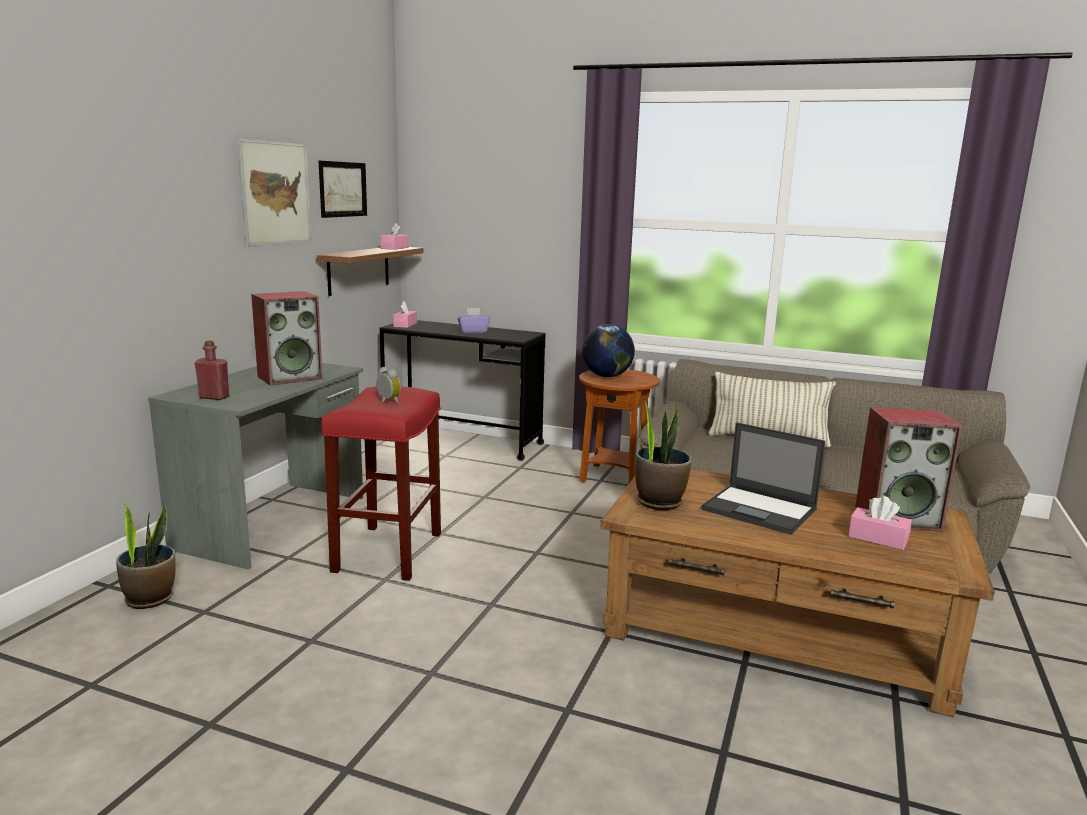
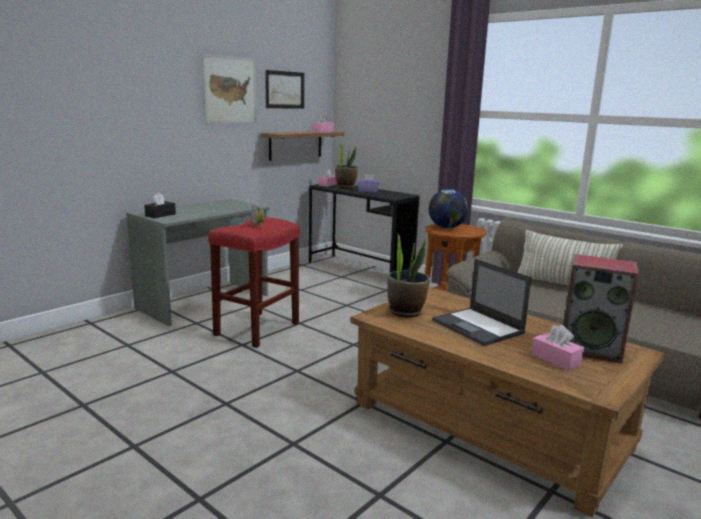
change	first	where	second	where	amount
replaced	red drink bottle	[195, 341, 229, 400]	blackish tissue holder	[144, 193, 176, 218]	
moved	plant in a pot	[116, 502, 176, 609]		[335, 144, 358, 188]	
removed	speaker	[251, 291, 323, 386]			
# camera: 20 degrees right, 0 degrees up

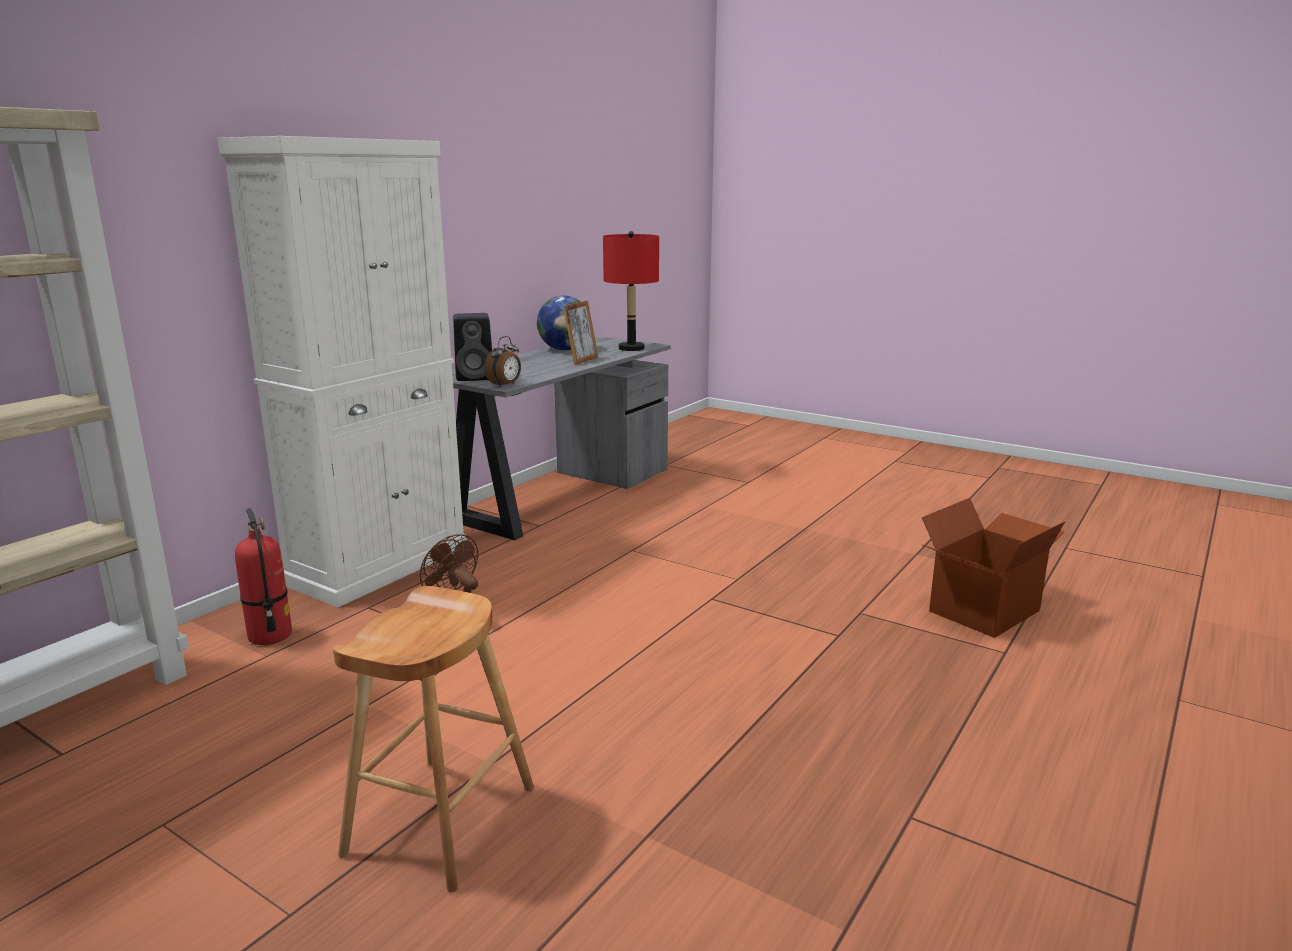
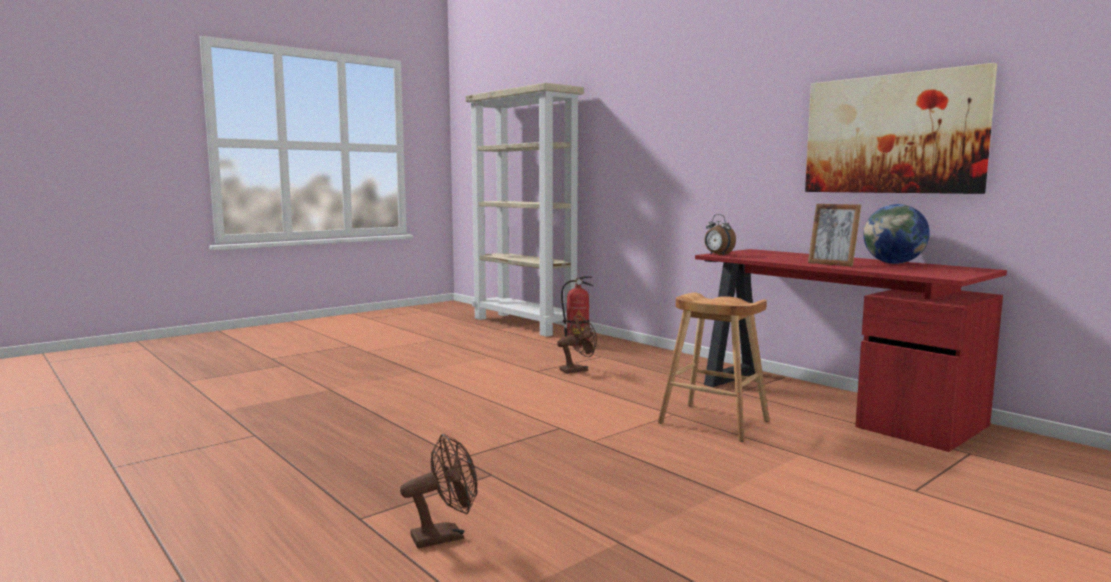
change	first	where	second	where	amount
replaced	packing box	[921, 498, 1065, 638]	brown cooling fan	[400, 434, 477, 548]	
moved	brown stool	[333, 586, 534, 892]		[658, 293, 770, 442]	
recoloured	greyish desk table	[452, 336, 671, 540]	red desk table	[695, 249, 1007, 452]	
added			wall picture	[805, 63, 997, 194]	
removed	white cupboard	[218, 136, 467, 607]			
removed	blackish speaker	[453, 313, 492, 381]			
removed	red tabletop lamp	[603, 231, 659, 351]			
# camera: 105 degrees right, 10 degrees down

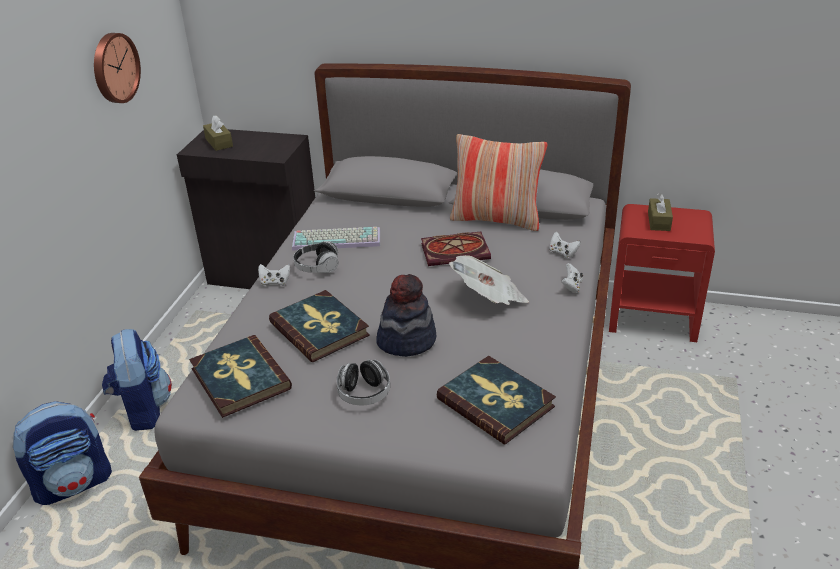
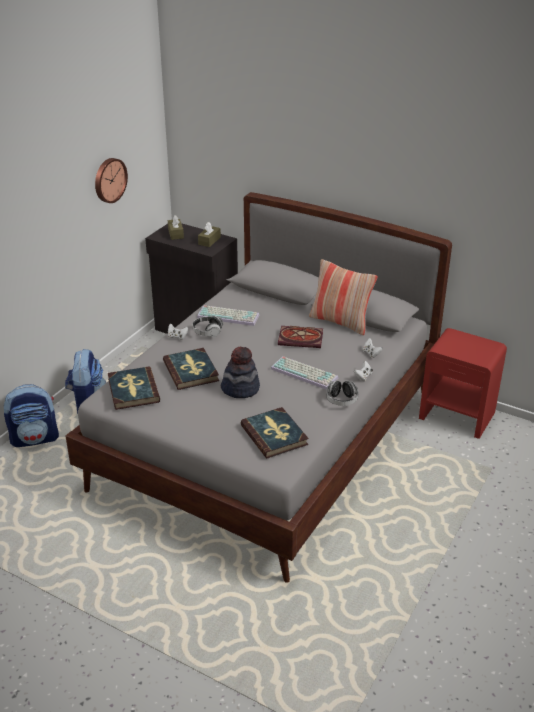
change	first	where	second	where	amount
moved	brown tissue holder	[648, 193, 673, 231]		[198, 222, 221, 247]	
replaced	daily paper	[449, 255, 529, 305]	PC keyboard	[271, 356, 338, 390]	
moved	headphones	[336, 360, 390, 405]		[326, 381, 358, 406]	
# camera: 15 degrees right, 0 degrees up

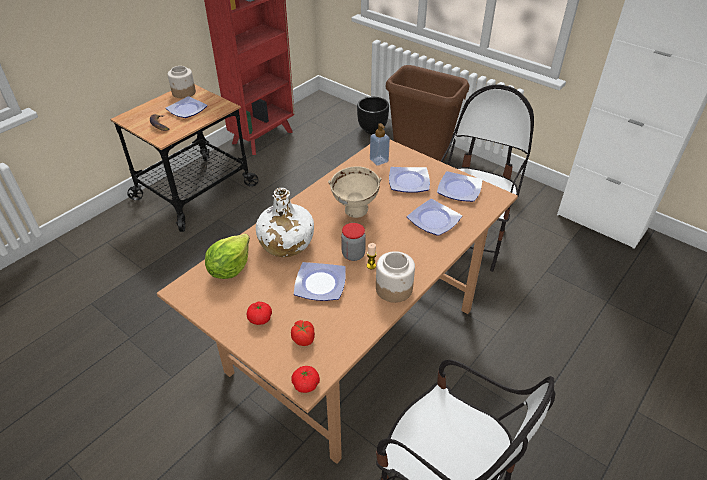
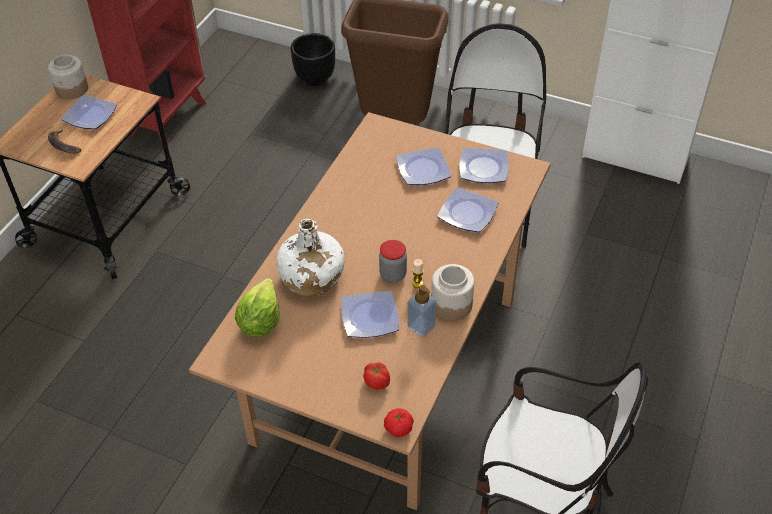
change	first	where	second	where	amount
moved	soap bottle	[370, 123, 390, 166]		[407, 285, 436, 337]	
removed	whole tomato	[246, 302, 272, 325]			
removed	beige deep dish	[328, 166, 382, 218]			
# camera: 15 degrees left, 5 degrees up

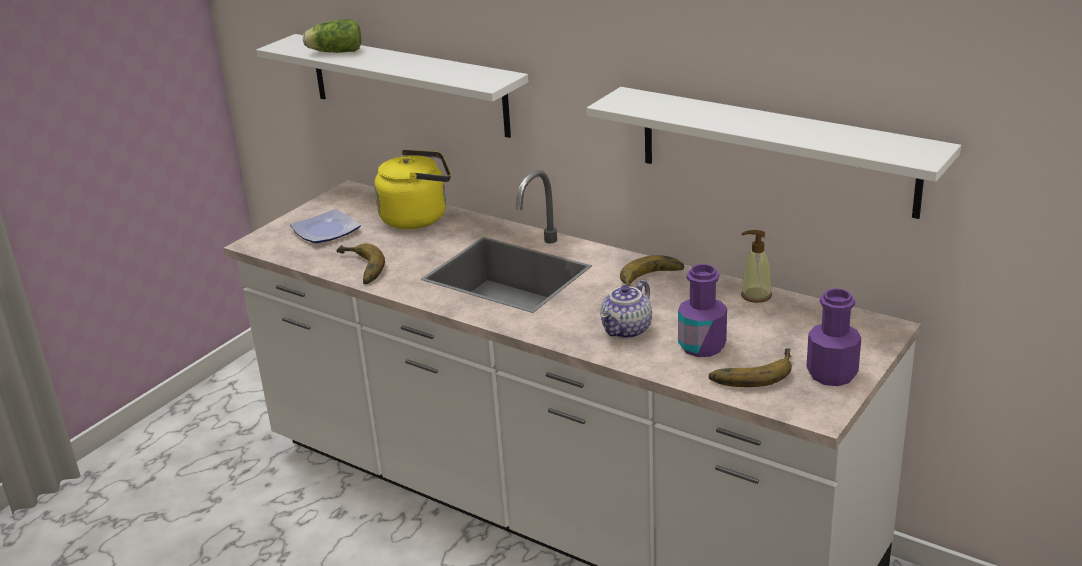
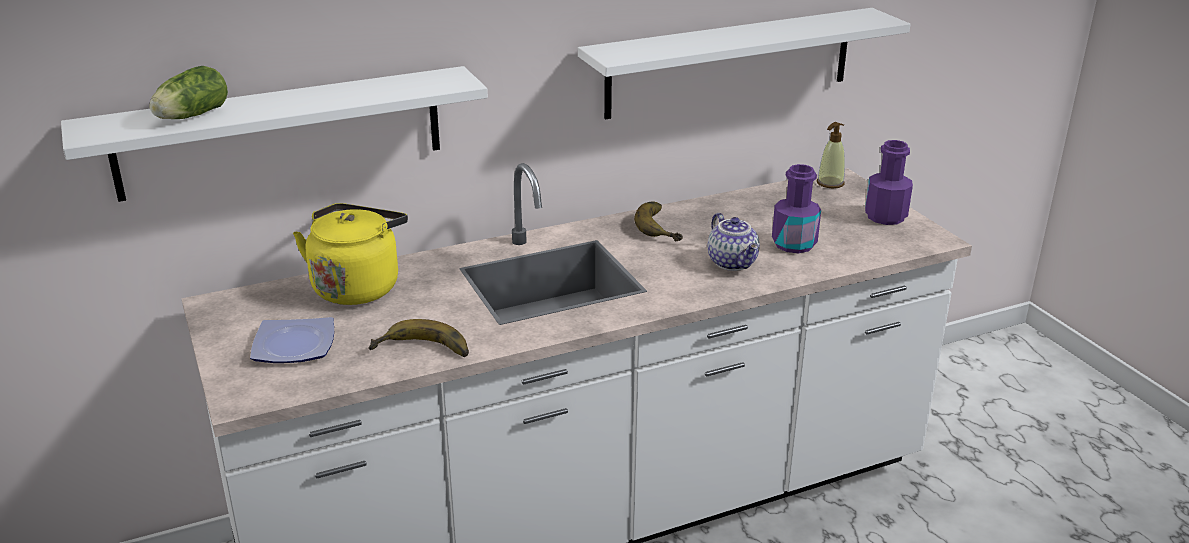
change	first	where	second	where	amount
moved	soap bottle	[741, 230, 772, 303]		[817, 122, 845, 188]	
removed	whole banana	[708, 348, 792, 387]			
# camera: 60 degrees left, 0 degrees up

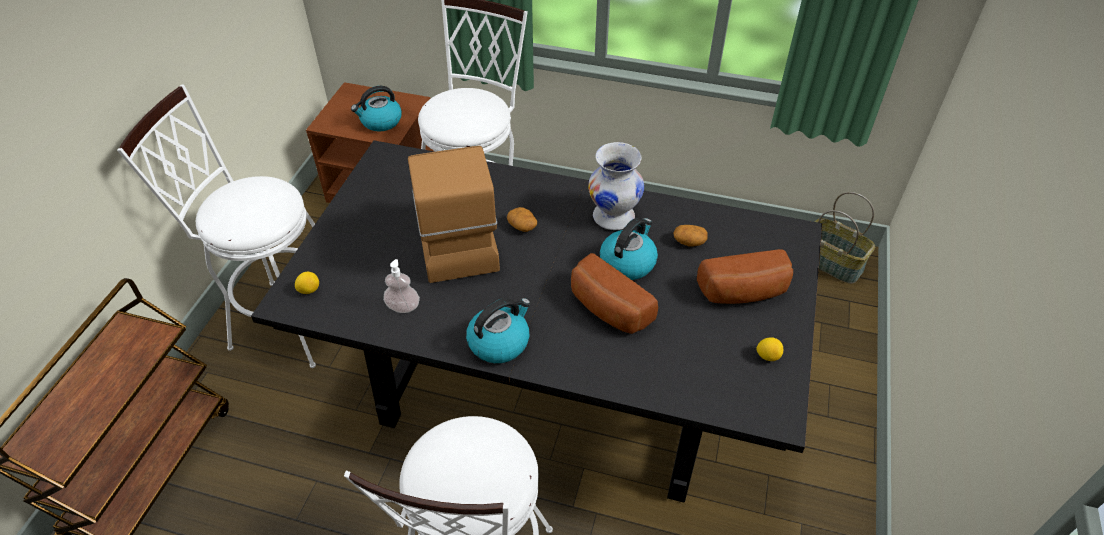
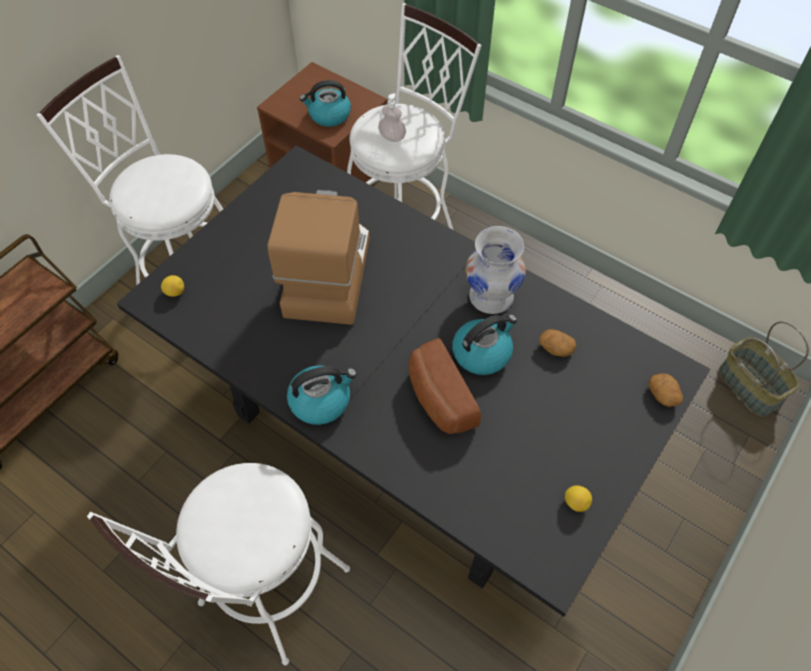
change	first	where	second	where	amount
moved	soap bottle	[383, 259, 420, 313]		[378, 93, 406, 142]	
moved	whole potato	[507, 207, 537, 232]		[649, 373, 683, 407]	
removed	bakery bread	[697, 249, 793, 304]			
# camera: 20 degrees right, 10 degrees up

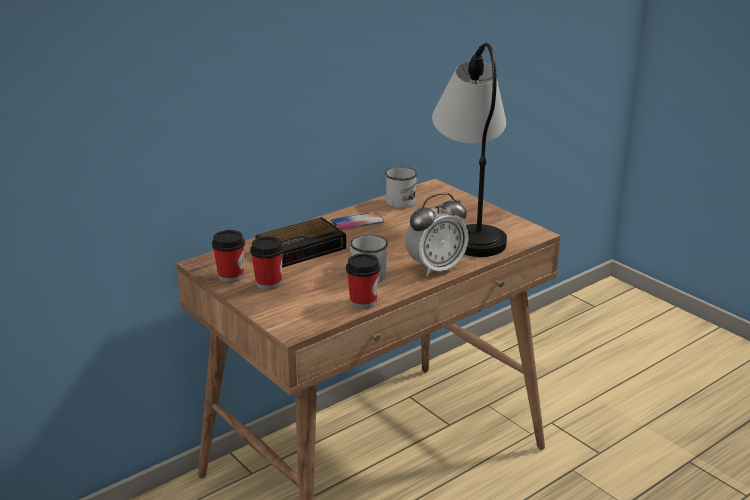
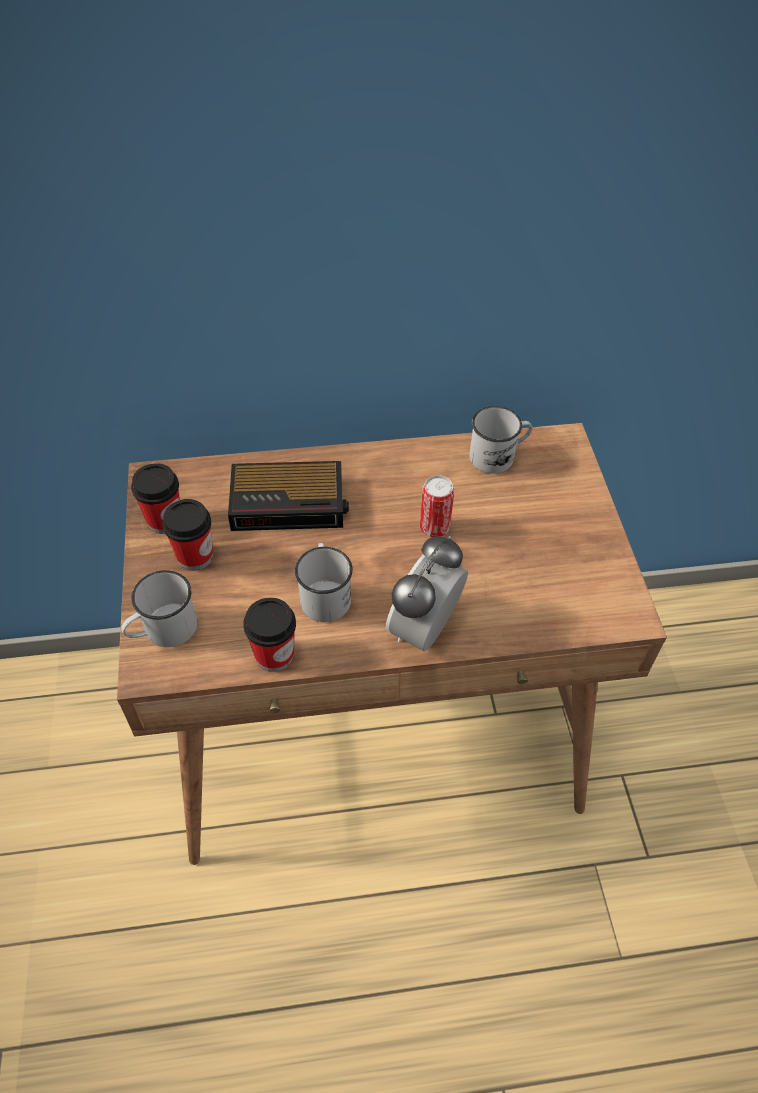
change	first	where	second	where	amount
added			white tea mug	[121, 570, 197, 647]	
turned	alarm clock	[405, 193, 468, 277]		[386, 535, 468, 651]	120 degrees clockwise
added			can	[420, 475, 455, 537]	
removed	phone	[331, 212, 384, 230]			
removed	tabletop lamp	[432, 43, 507, 257]			
# camera: 30 degrees right, 25 degrees up

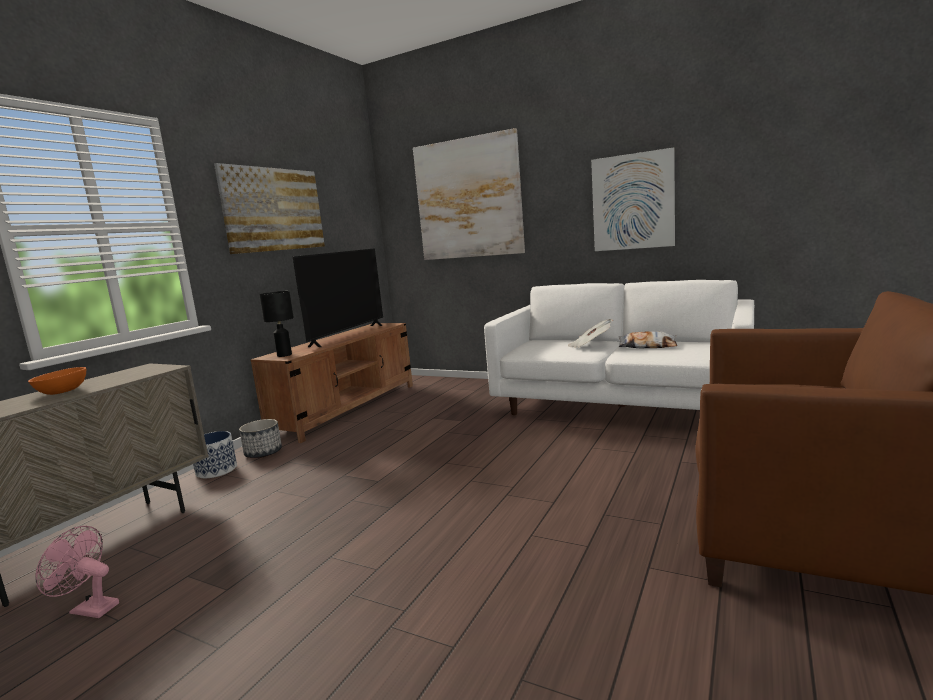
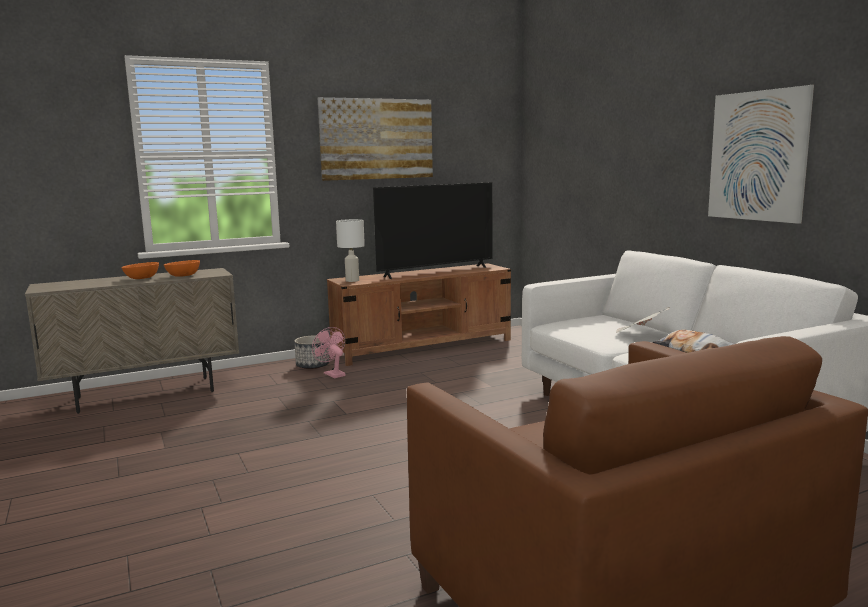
change	first	where	second	where	amount
added			orange-coloured deep dish	[164, 260, 200, 277]	
moved	pink cooling fan	[35, 526, 119, 618]		[312, 327, 346, 378]	
recoloured	blackish tabletop lamp	[259, 291, 294, 357]	white tabletop lamp	[336, 219, 365, 282]	
removed	planter	[193, 431, 237, 478]			
removed	wall picture	[413, 128, 525, 260]			
# camera: 35 degrees right, 0 degrees up

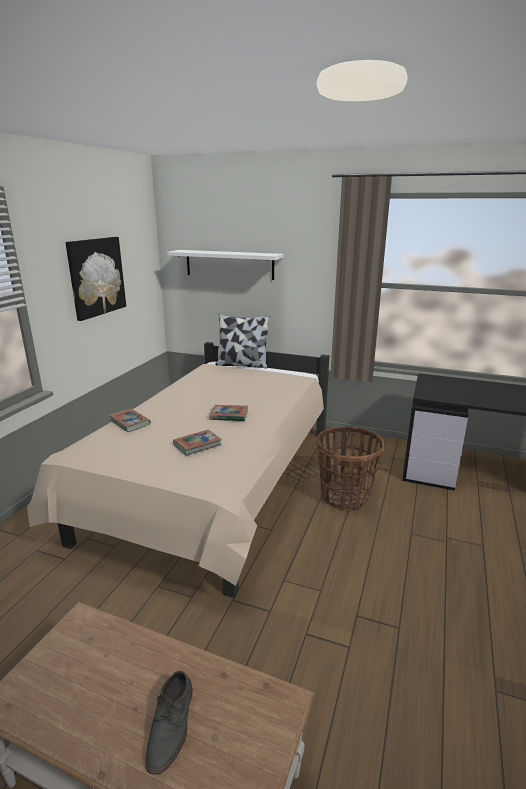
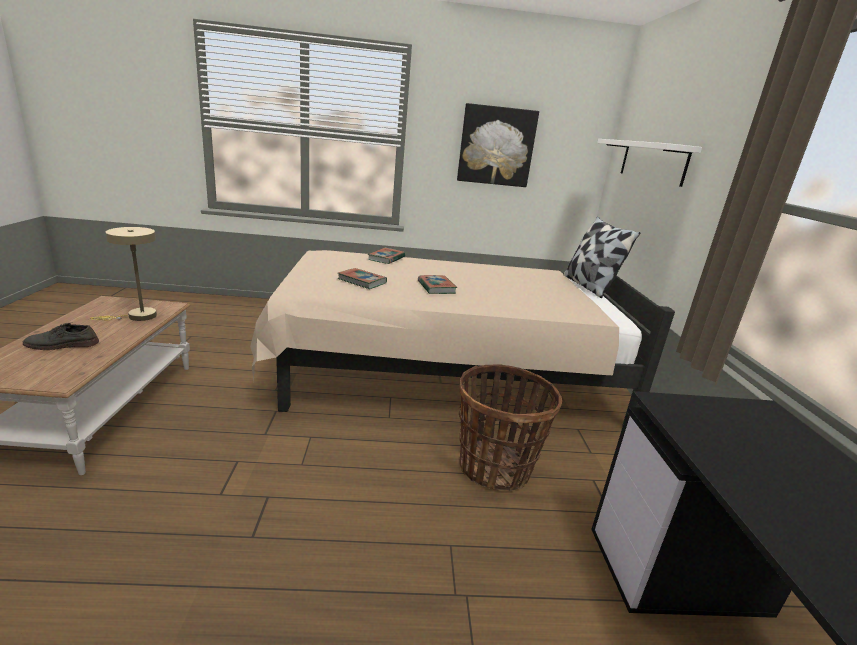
change	first	where	second	where	amount
added			beige tabletop lamp	[90, 227, 157, 321]	
# camera: 65 degrees right, 0 degrees up

